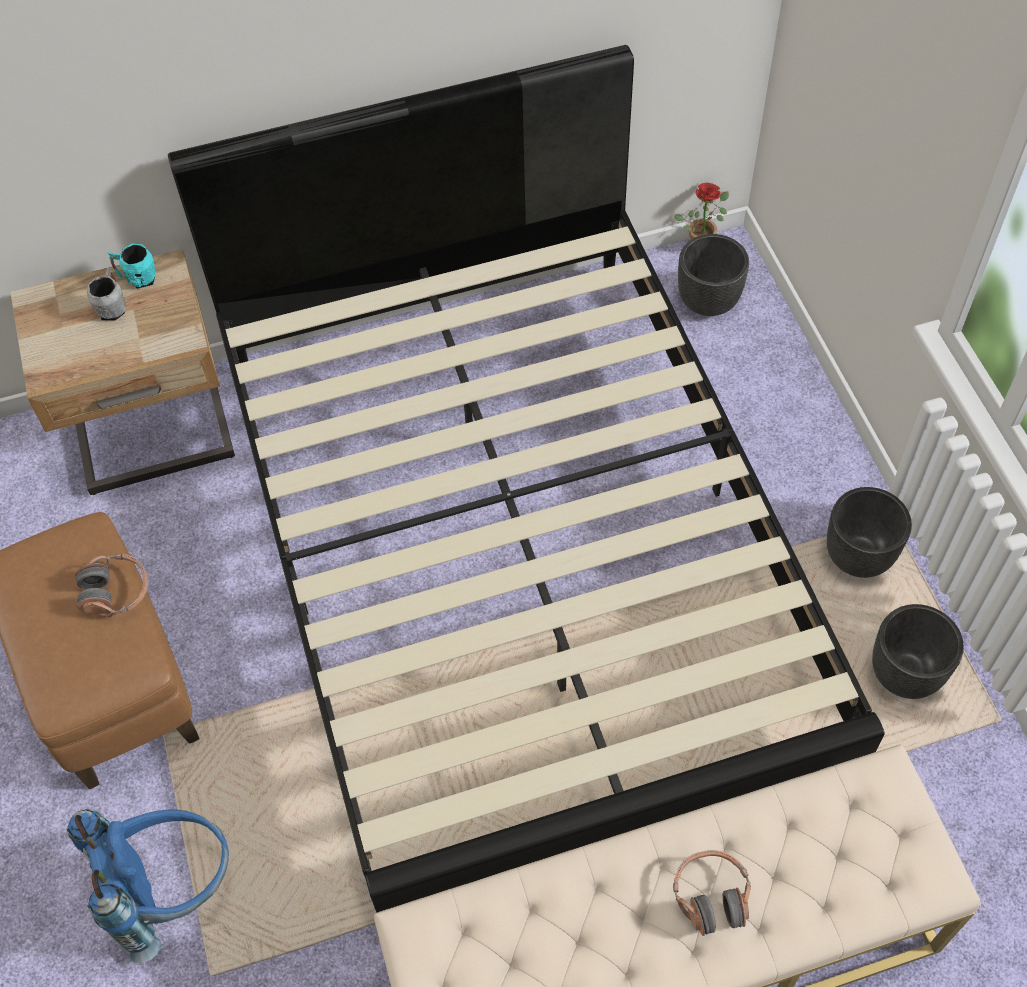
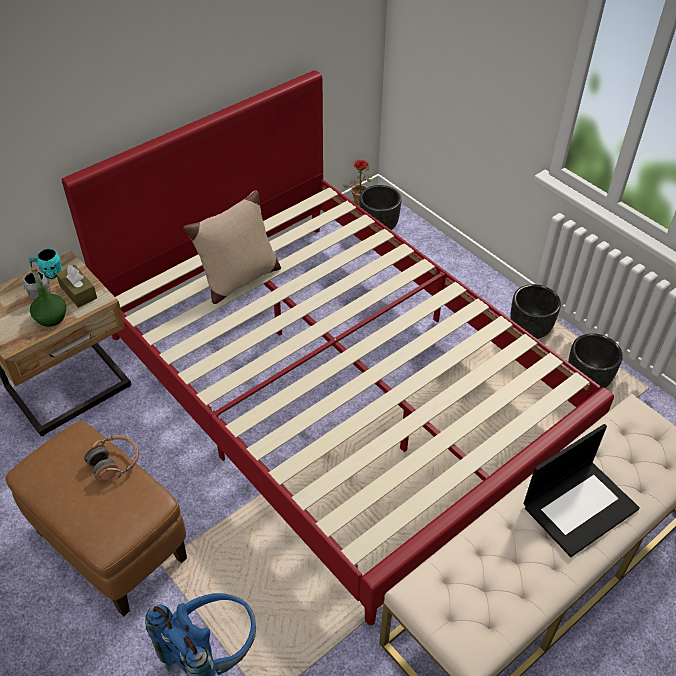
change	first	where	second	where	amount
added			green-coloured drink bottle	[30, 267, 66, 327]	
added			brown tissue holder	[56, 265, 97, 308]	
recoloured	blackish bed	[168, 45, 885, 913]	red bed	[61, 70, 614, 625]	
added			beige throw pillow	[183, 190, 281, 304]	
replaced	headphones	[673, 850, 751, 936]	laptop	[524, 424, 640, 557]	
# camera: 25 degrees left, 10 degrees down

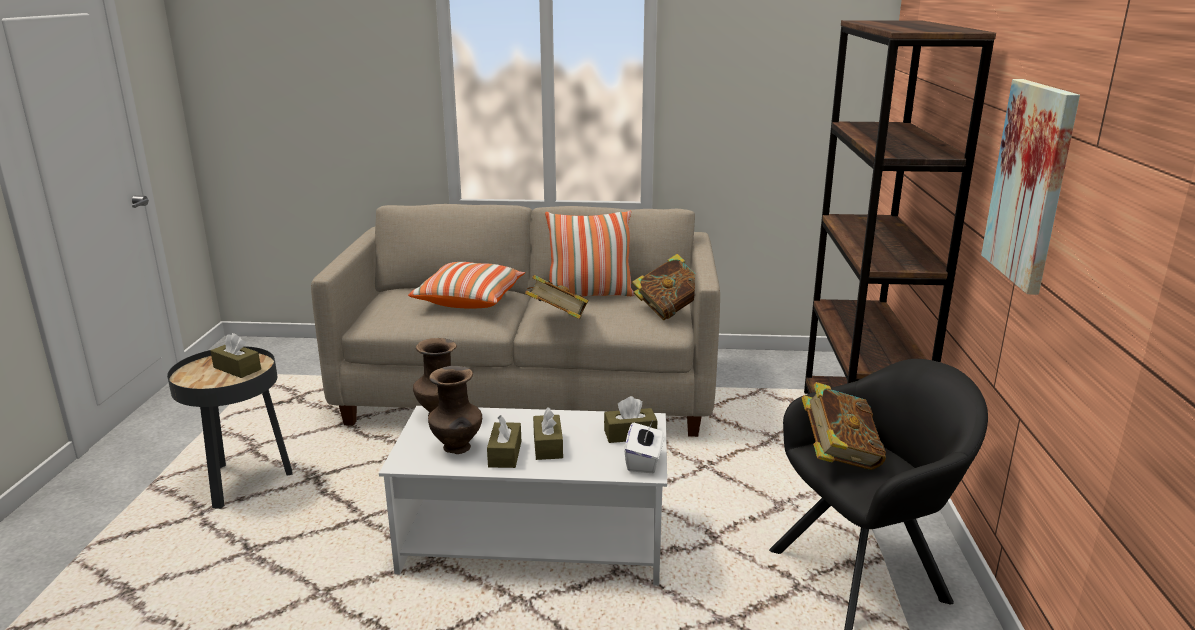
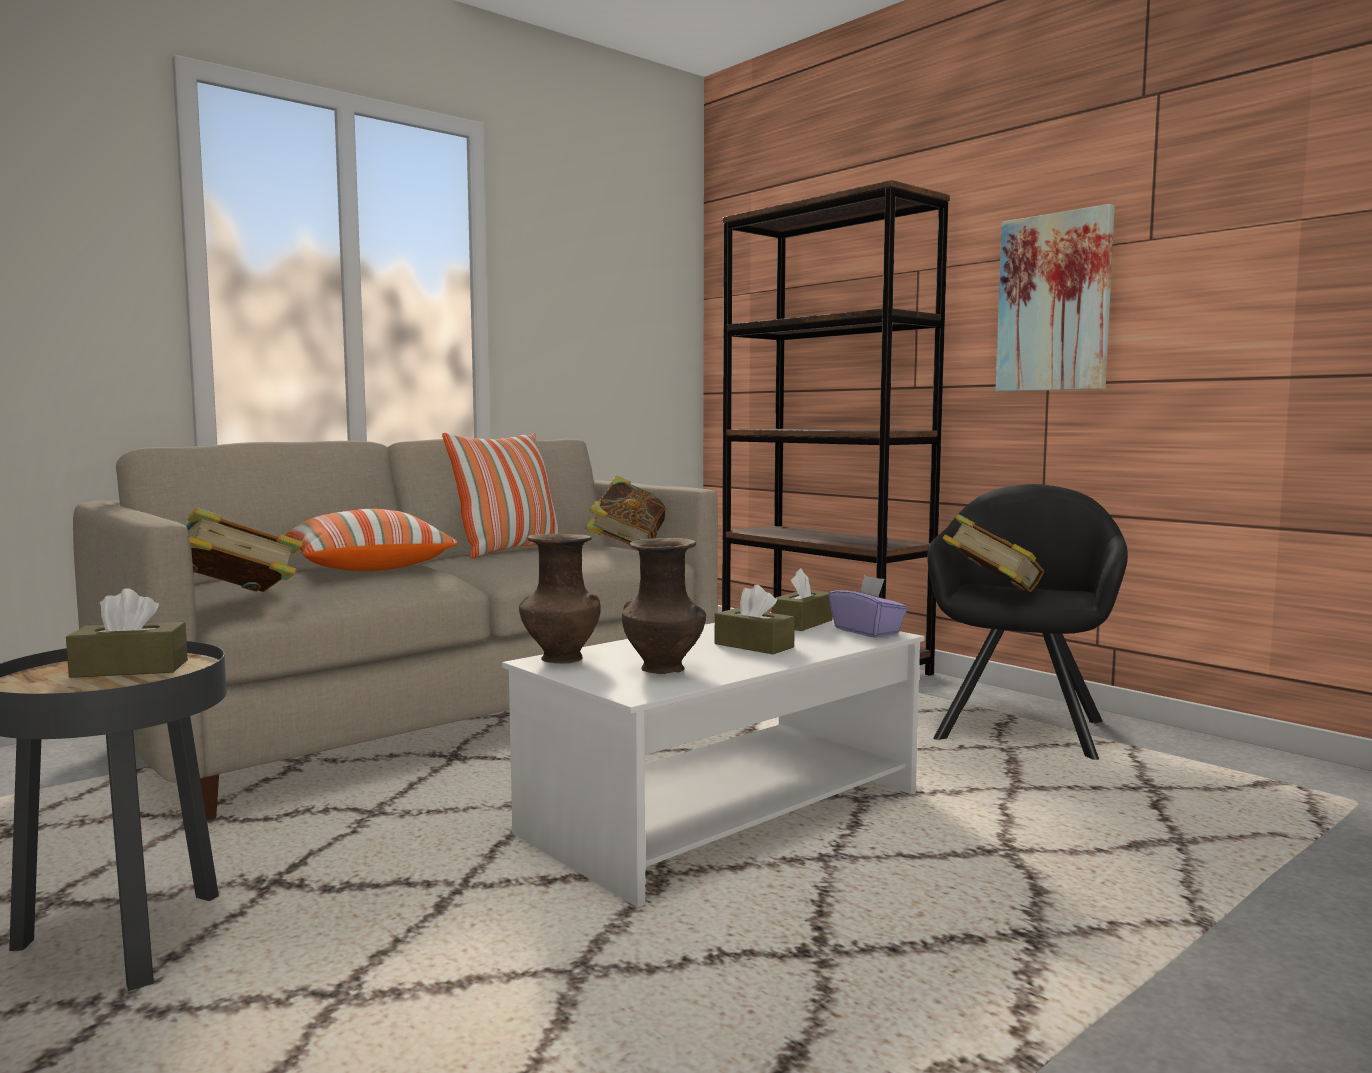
change	first	where	second	where	amount
moved	bound book	[525, 275, 589, 319]		[186, 508, 303, 592]	
recoloured	white tissue holder	[625, 423, 664, 473]	purple-coloured tissue holder	[829, 575, 908, 638]	
removed	brown tissue holder	[487, 415, 521, 468]			
# camera: 45 degrees left, 15 degrees down

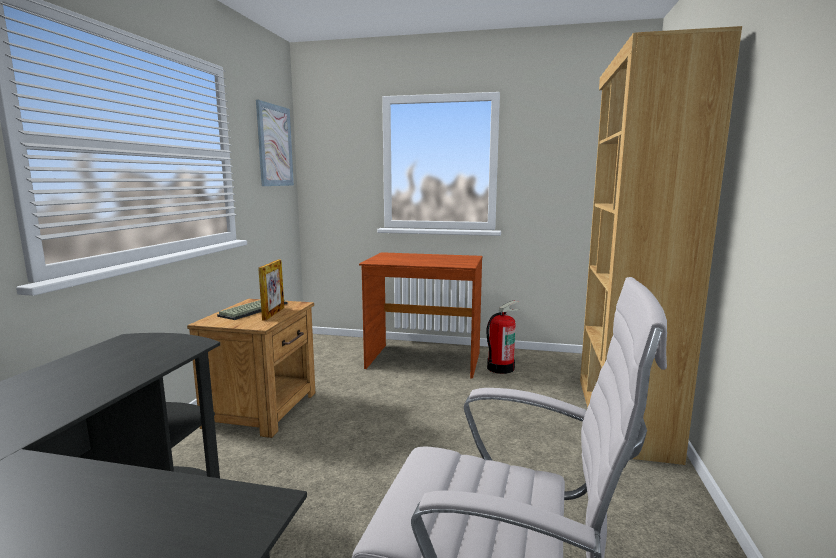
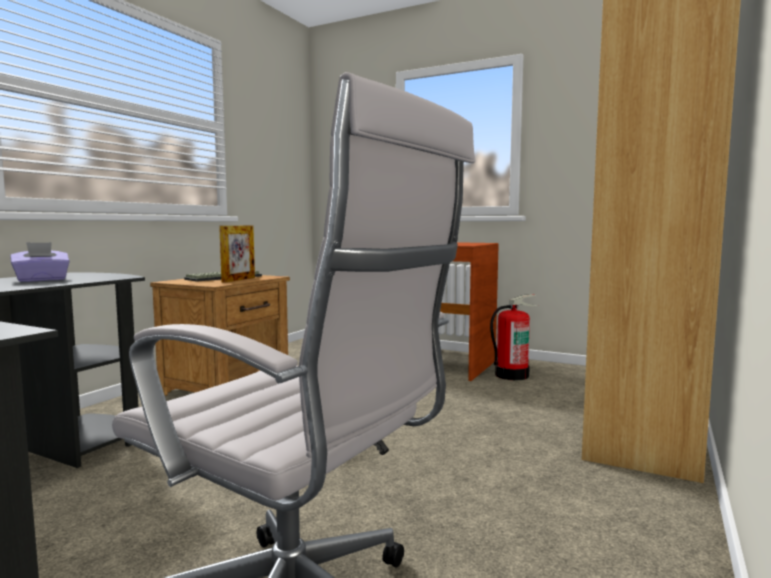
change	first	where	second	where	amount
added			purple-coloured tissue holder	[10, 242, 70, 282]	
removed	wall picture	[256, 100, 294, 186]			
# camera: 15 degrees right, 5 degrees down

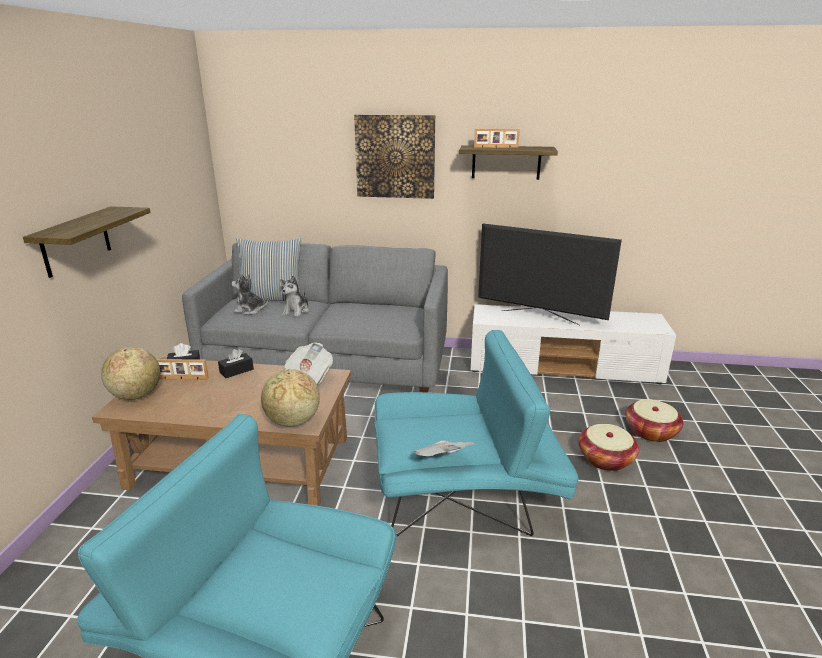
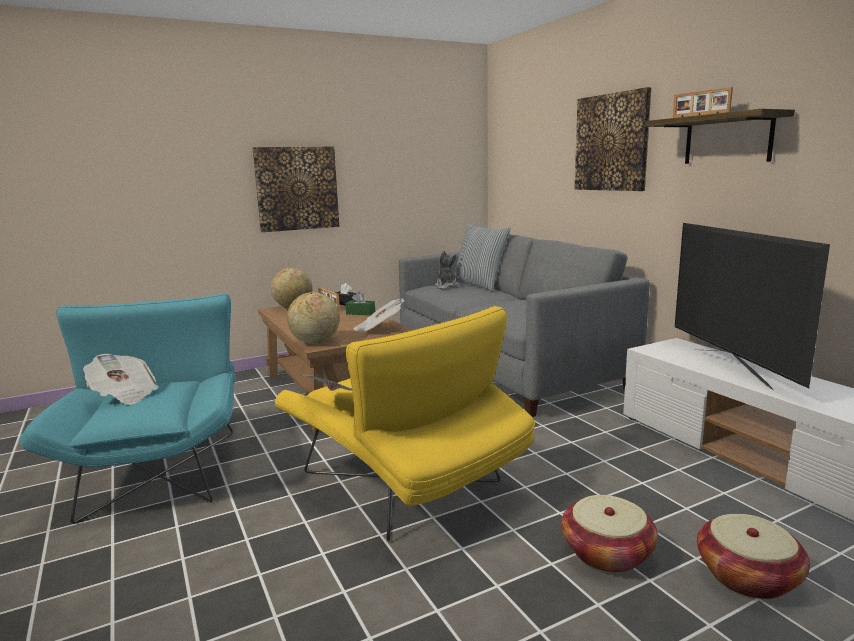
change	first	where	second	where	amount
added			daily paper	[83, 354, 158, 404]	
replaced	shelf	[23, 206, 151, 278]	wall picture	[252, 146, 339, 232]	
recoloured	turquoise-coloured armchair	[374, 330, 579, 536]	yellow armchair	[274, 306, 535, 541]	
recoloured	blackish tissue holder	[218, 349, 254, 378]	green-coloured tissue holder	[345, 292, 375, 315]	
removed	soft toy	[280, 276, 309, 317]			
# camera: 55 degrees right, 10 degrees down

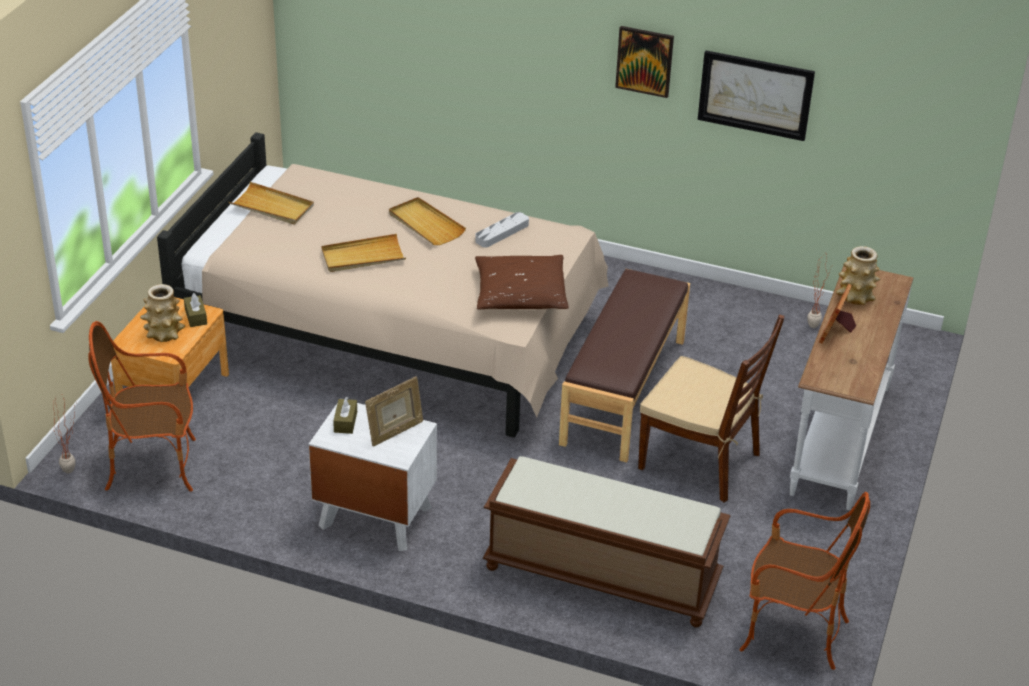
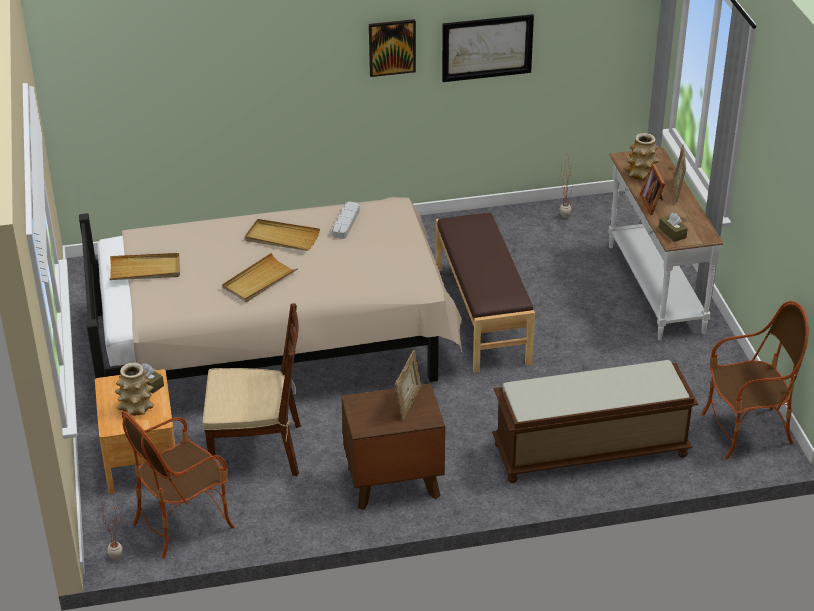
change	first	where	second	where	amount
moved	brown upright chair	[638, 314, 784, 502]		[202, 303, 301, 476]	
recoloured	white nightstand	[309, 403, 437, 551]	brown nightstand	[341, 384, 445, 510]	
moved	brown tissue holder	[333, 397, 357, 434]		[659, 213, 688, 242]	
added			standing frame	[673, 144, 686, 203]	
removed	brown throw pillow	[475, 255, 569, 309]			
# camera: 30 degrees left, 0 degrees up

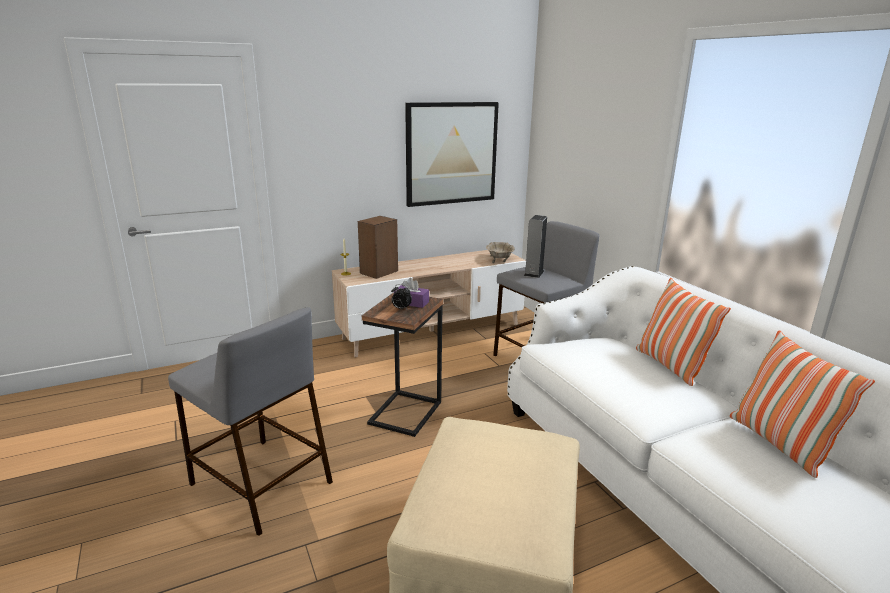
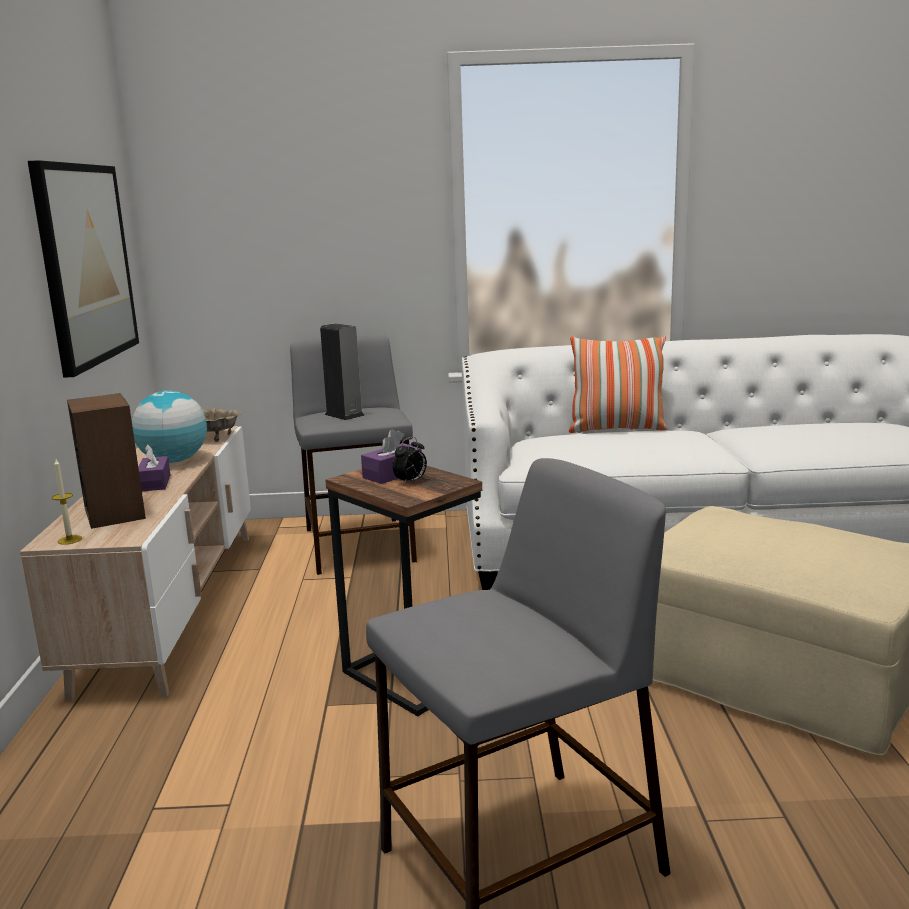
change	first	where	second	where	amount
added			desk globe	[132, 391, 207, 463]	
added			purple-coloured tissue holder	[138, 444, 170, 492]	
removed	throw pillow	[730, 330, 875, 478]			
# camera: 65 degrees left, 5 degrees down

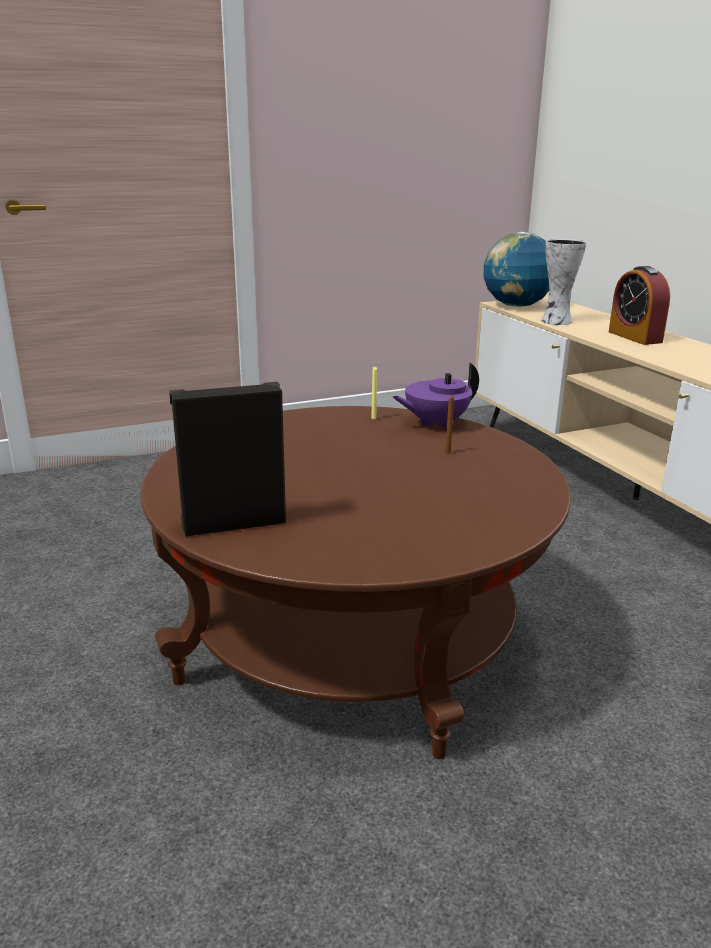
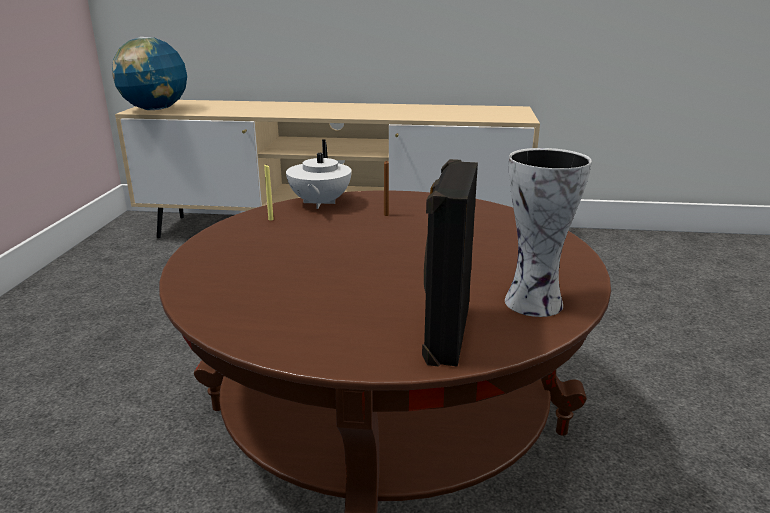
change	first	where	second	where	amount
recoloured	purple-coloured teapot	[392, 363, 479, 428]	white teapot	[286, 139, 352, 209]	
moved	vase	[541, 239, 586, 325]		[505, 148, 592, 317]	
removed	alarm clock	[609, 266, 670, 345]			
# camera: 60 degrees left, 0 degrees up

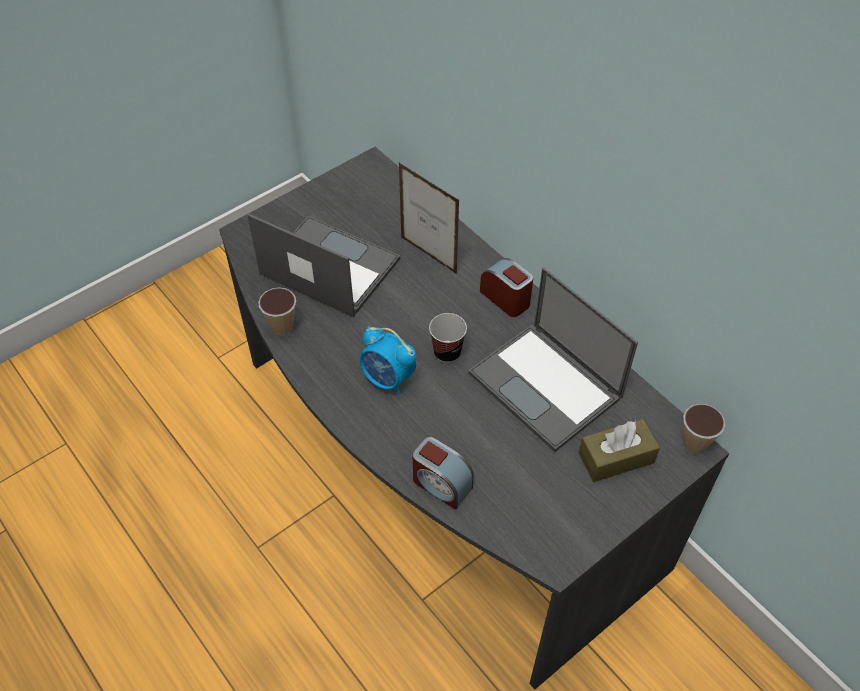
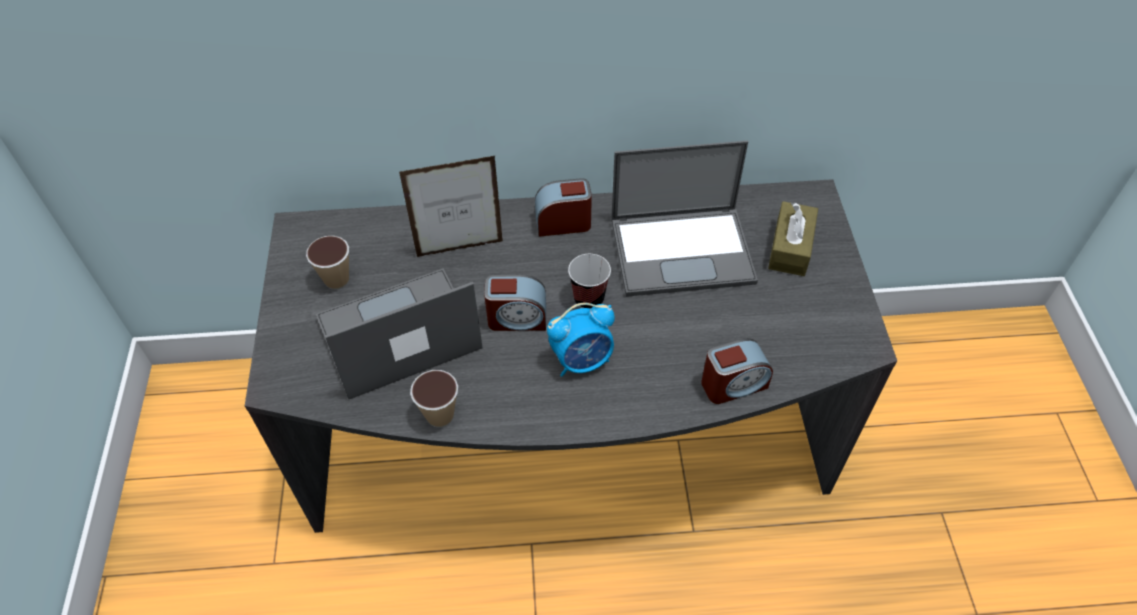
change	first	where	second	where	amount
moved	cup	[683, 404, 725, 454]		[306, 236, 349, 290]	
added			alarm clock	[484, 274, 546, 331]	
# camera: 55 degrees left, 0 degrees up

